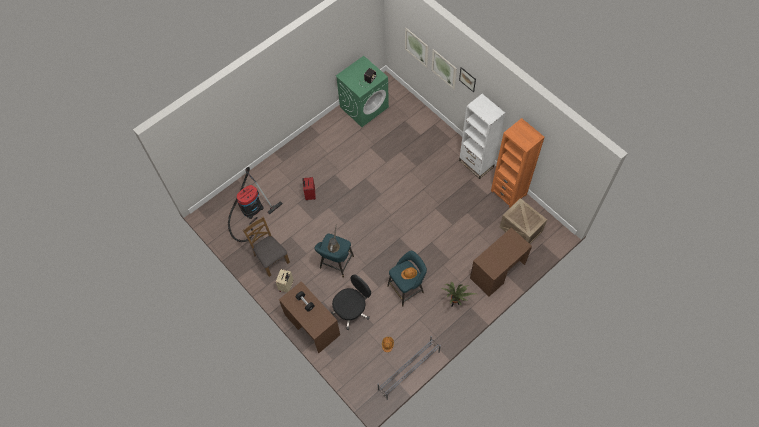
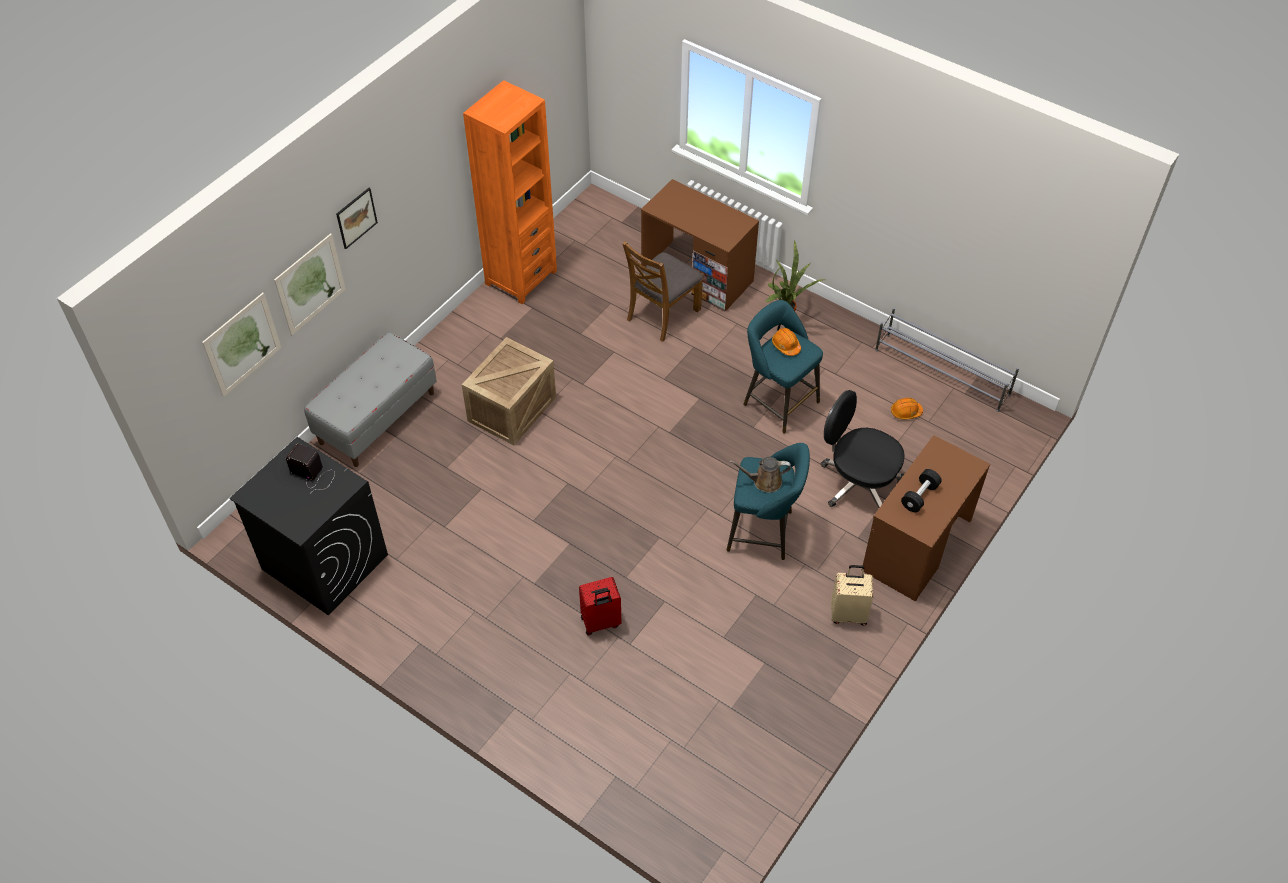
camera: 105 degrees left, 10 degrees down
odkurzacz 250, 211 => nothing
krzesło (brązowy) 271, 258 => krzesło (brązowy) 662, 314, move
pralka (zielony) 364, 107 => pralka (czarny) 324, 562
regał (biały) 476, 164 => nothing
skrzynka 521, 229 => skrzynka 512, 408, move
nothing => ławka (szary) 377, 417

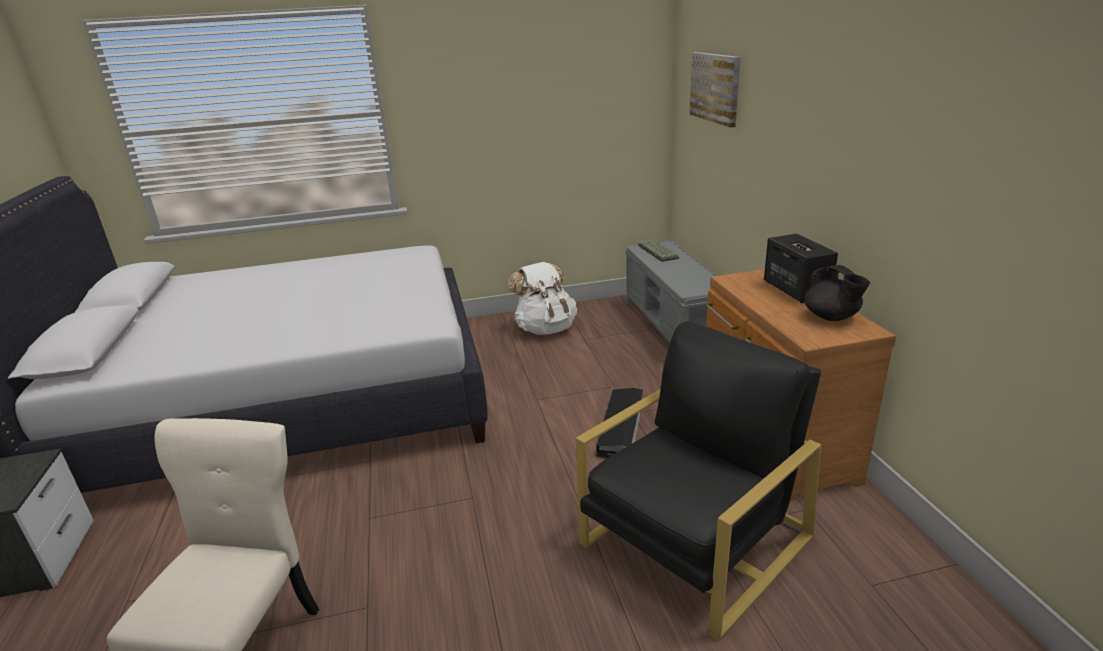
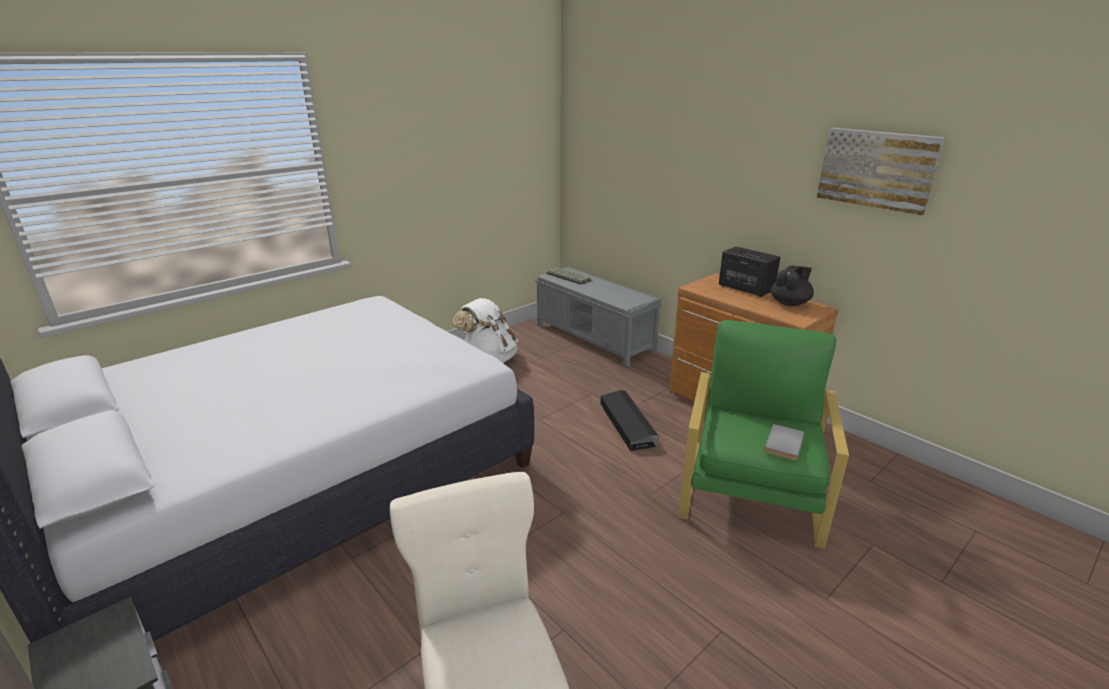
camera: 30 degrees left, 0 degrees up
fotel (czarny) 694, 541 => fotel (zielony) 751, 489
obraz 715, 88 => obraz 877, 169, move
imbryk (czarny) 831, 317 => imbryk (czarny) 790, 303, 75 degrees counterclockwise
nothing => książka (szary) 785, 444

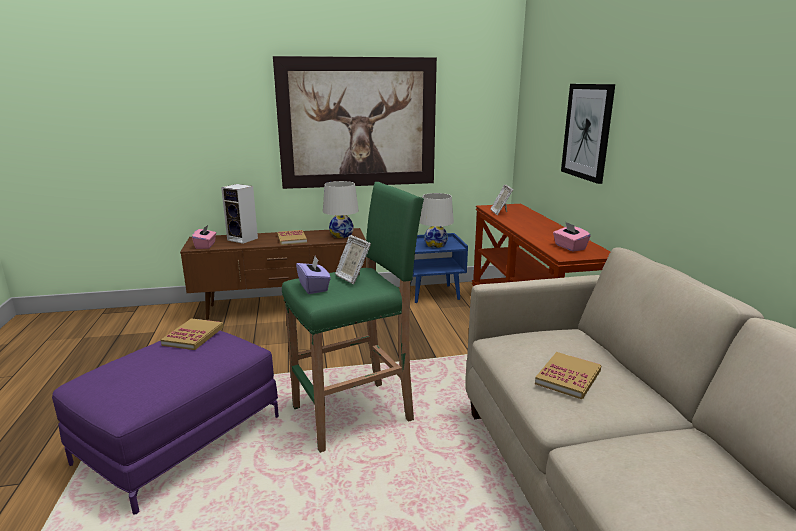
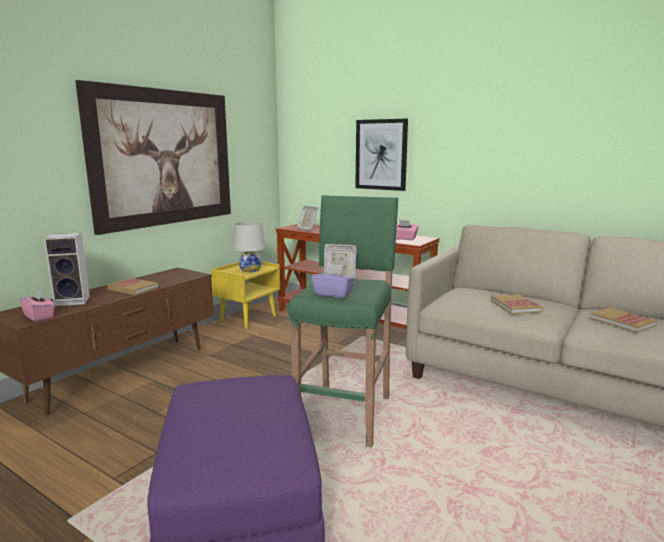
camera: 45 degrees left, 5 degrees down
książka 193, 336 => książka 622, 322, move
lampa stołowa (biały) 341, 235 => nothing
szafka nocna (niebieski) 433, 293 => szafka nocna (żółty) 248, 318

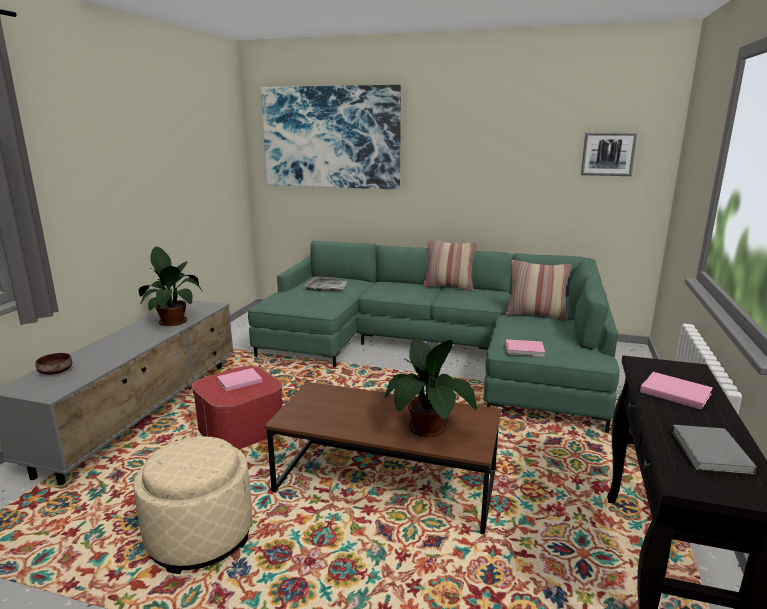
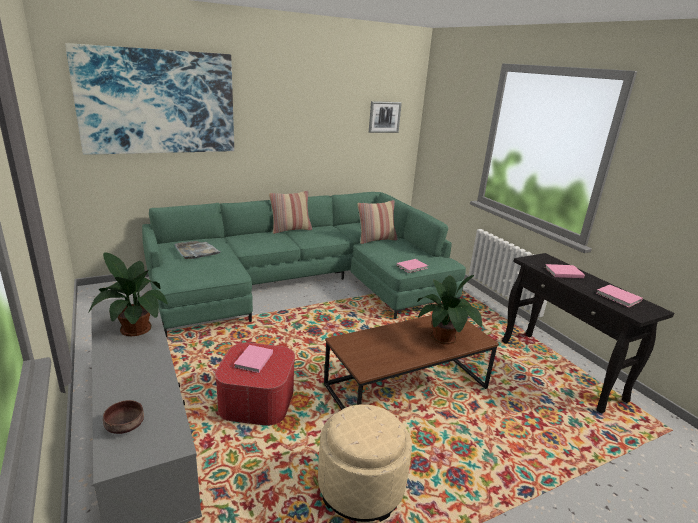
camera: 45 degrees left, 5 degrees up
książka (szary) 710, 453 => książka (różowy) 619, 298

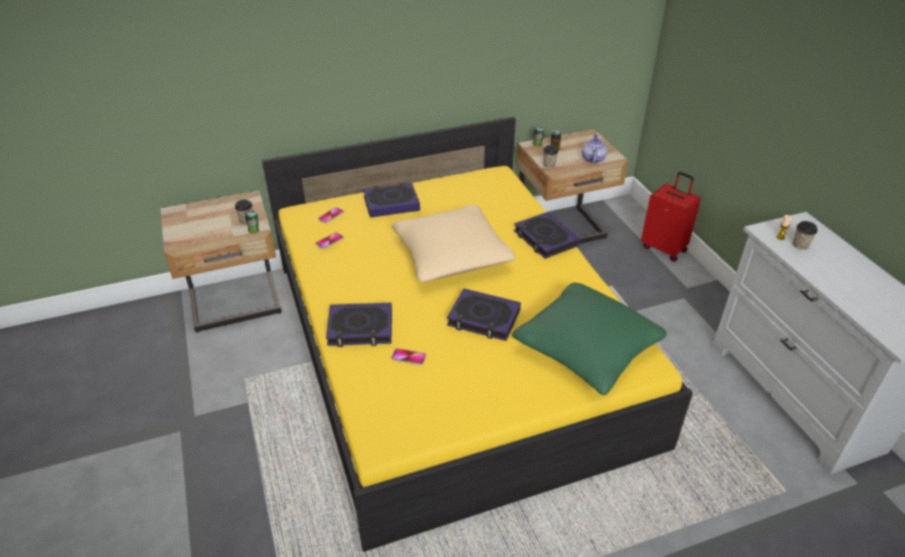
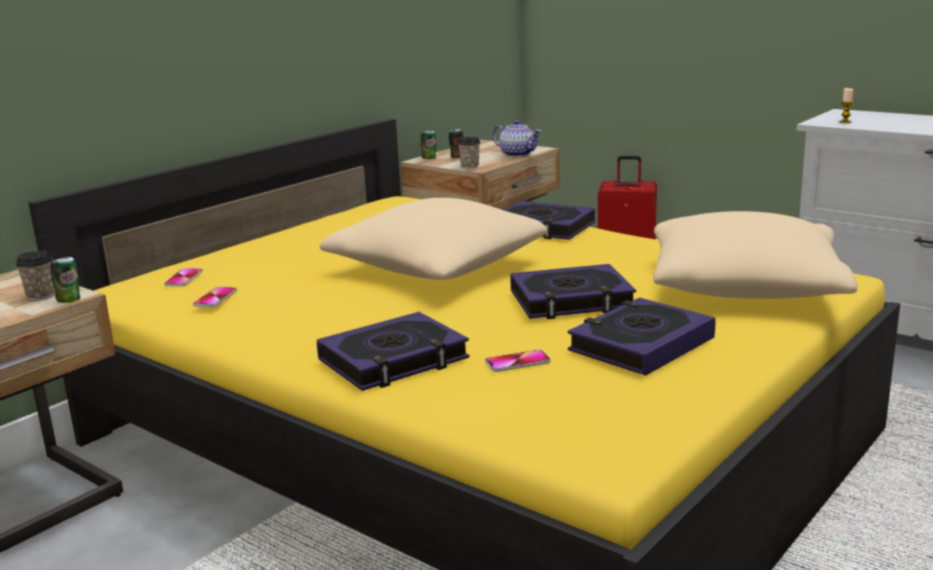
camera: 30 degrees left, 20 degrees down
książka 391, 203 => książka 641, 345, move
poduszka (zielony) 586, 349 => poduszka (beżowy) 744, 287
imbryk 592, 159 => imbryk 517, 154, 150 degrees clockwise
filiżanka 800, 245 => nothing

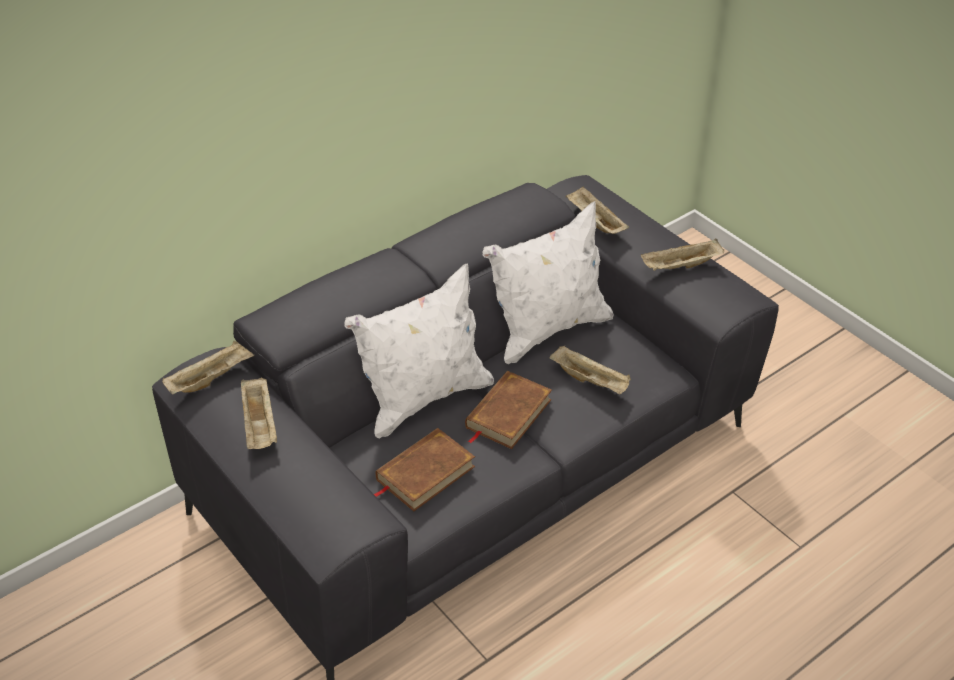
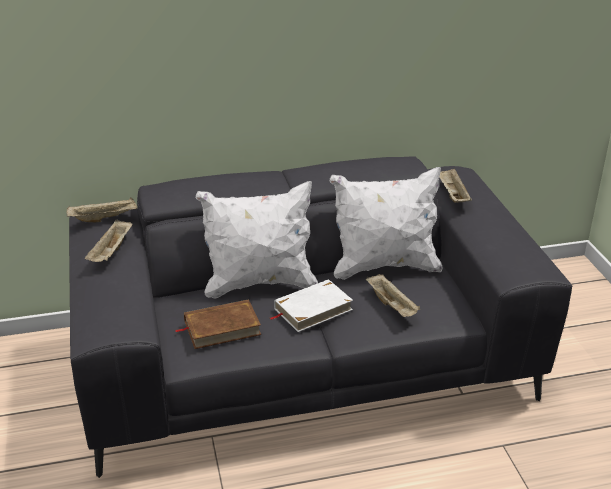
camera: 25 degrees right, 10 degrees down
książka (brązowy) 507, 414 => książka (biały) 312, 309
taca (beżowy) 680, 267 => nothing

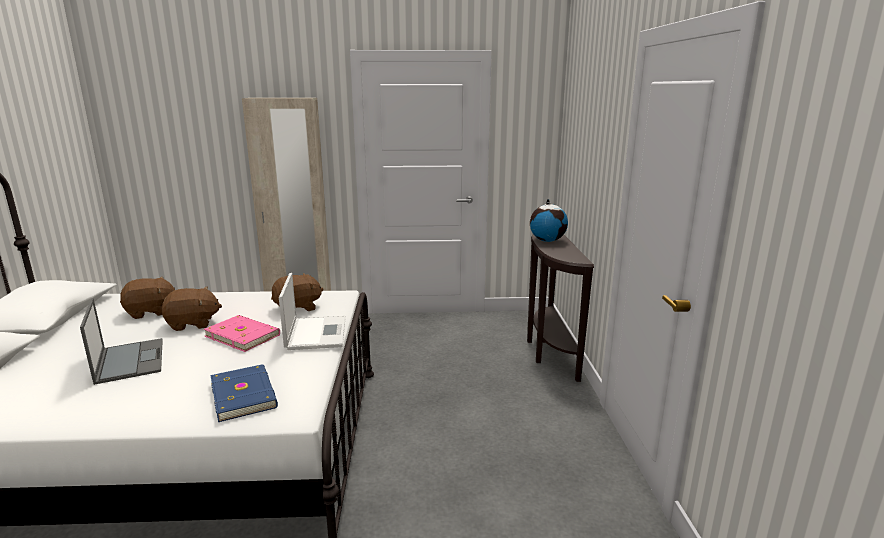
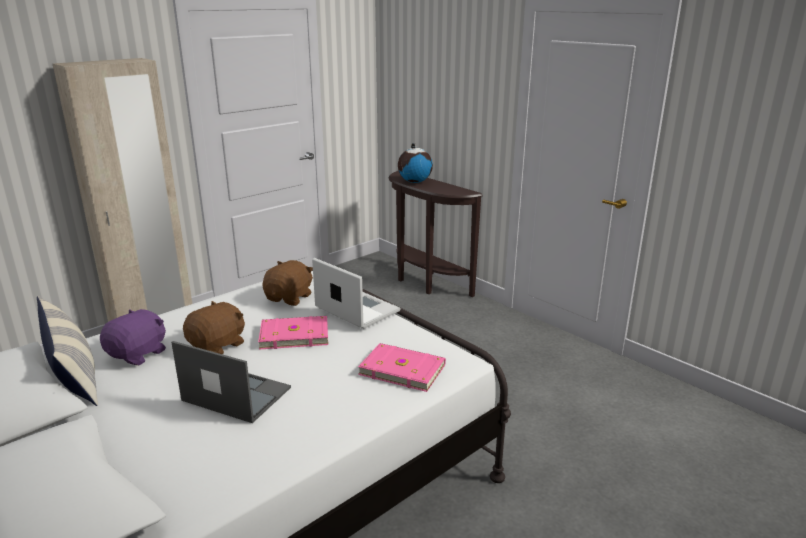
camera: 40 degrees left, 5 degrees up
pluszak (brązowy) 151, 312 => pluszak (fioletowy) 138, 354
książka (niebieski) 245, 394 => książka (różowy) 402, 369
nothing => poduszka 73, 373

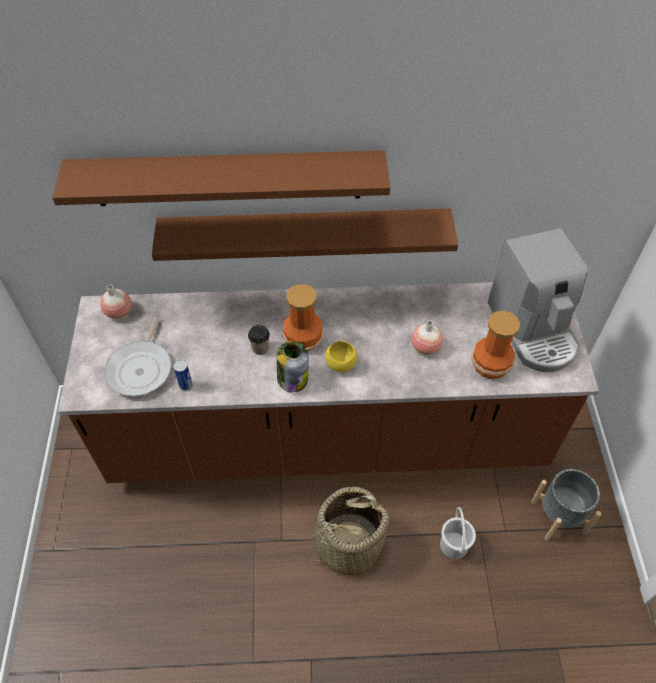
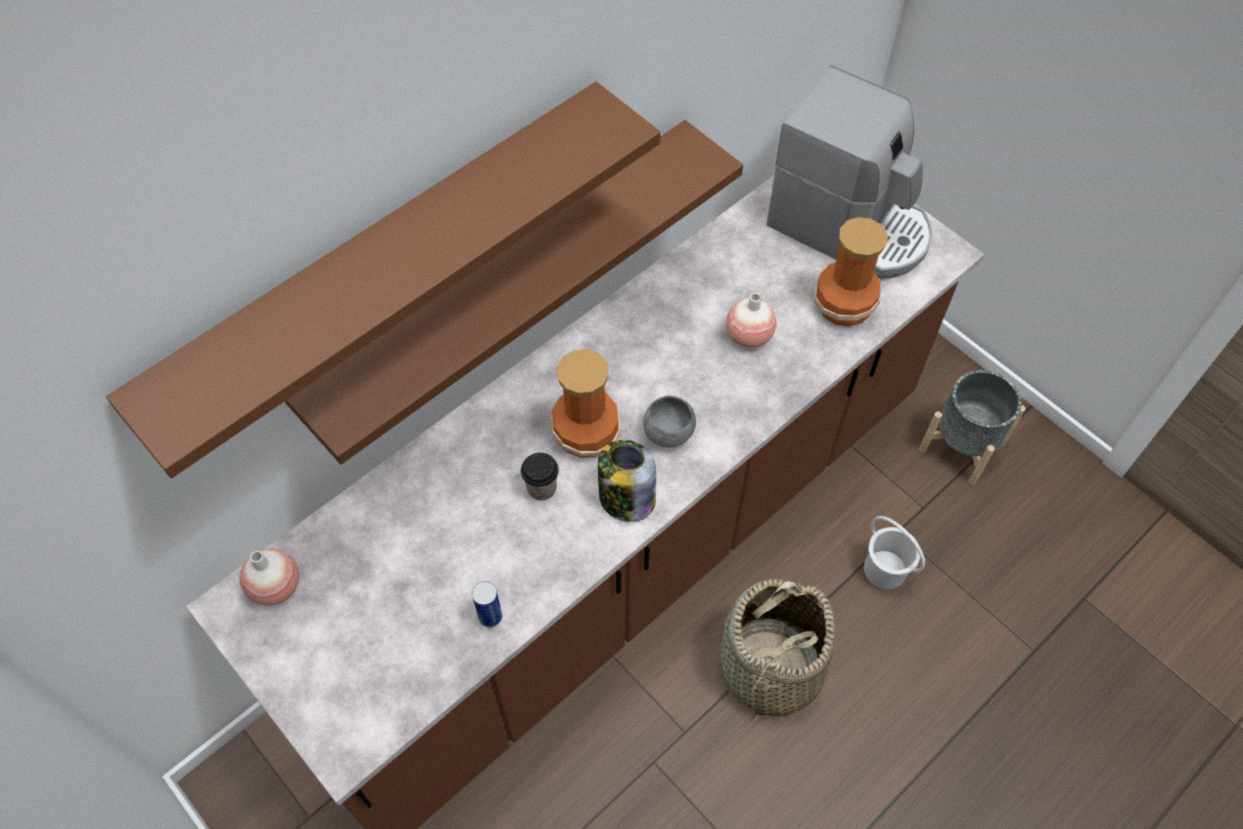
camera: 40 degrees left, 5 degrees up
patelnia 141, 368 => nothing
miska (żółty) 341, 364 => miska (szary) 669, 433

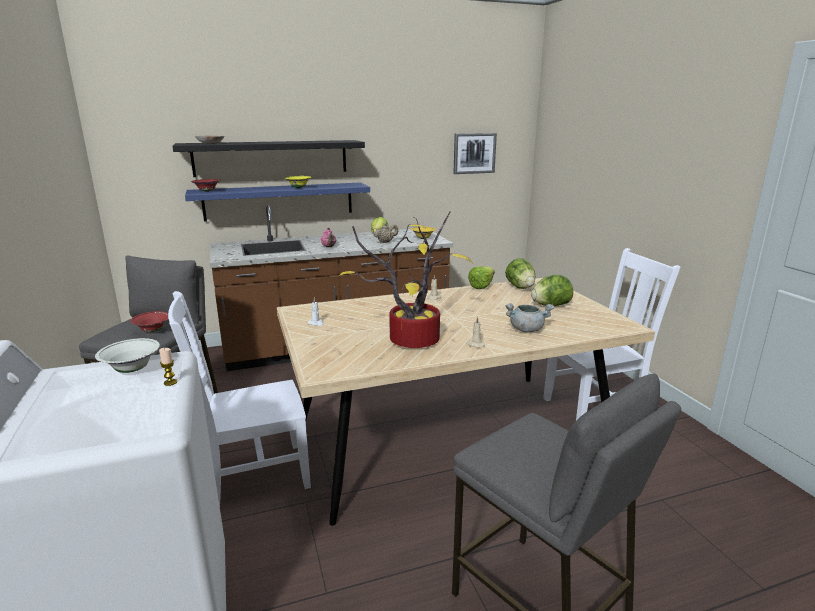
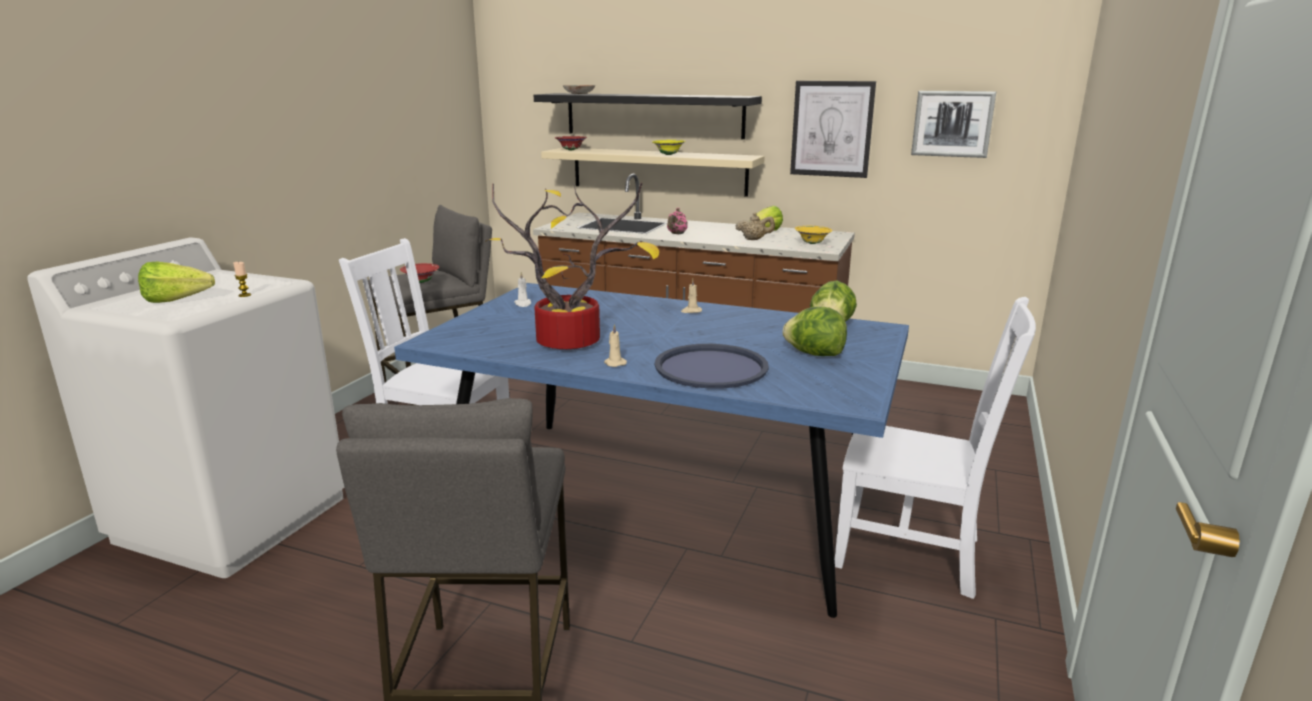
camera: 40 degrees right, 0 degrees up
miska (biały) 132, 370 => nothing
półka (niebieski) 279, 201 => półka (beżowy) 658, 171
stół jadalny (beżowy) 451, 436 => stół jadalny (niebieski) 663, 502
sałata 484, 286 => sałata 182, 301, move
garnek (szary) 527, 329 => taca (niebieski) 711, 367
nothing => obraz 832, 129

